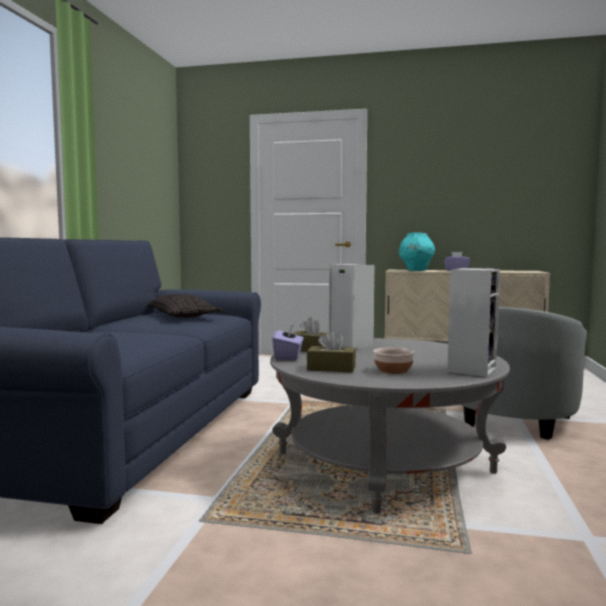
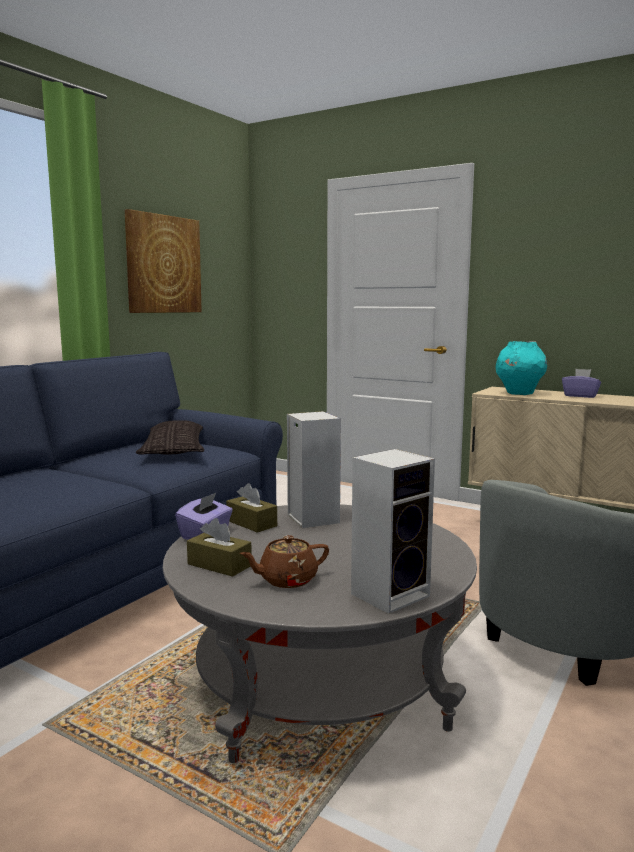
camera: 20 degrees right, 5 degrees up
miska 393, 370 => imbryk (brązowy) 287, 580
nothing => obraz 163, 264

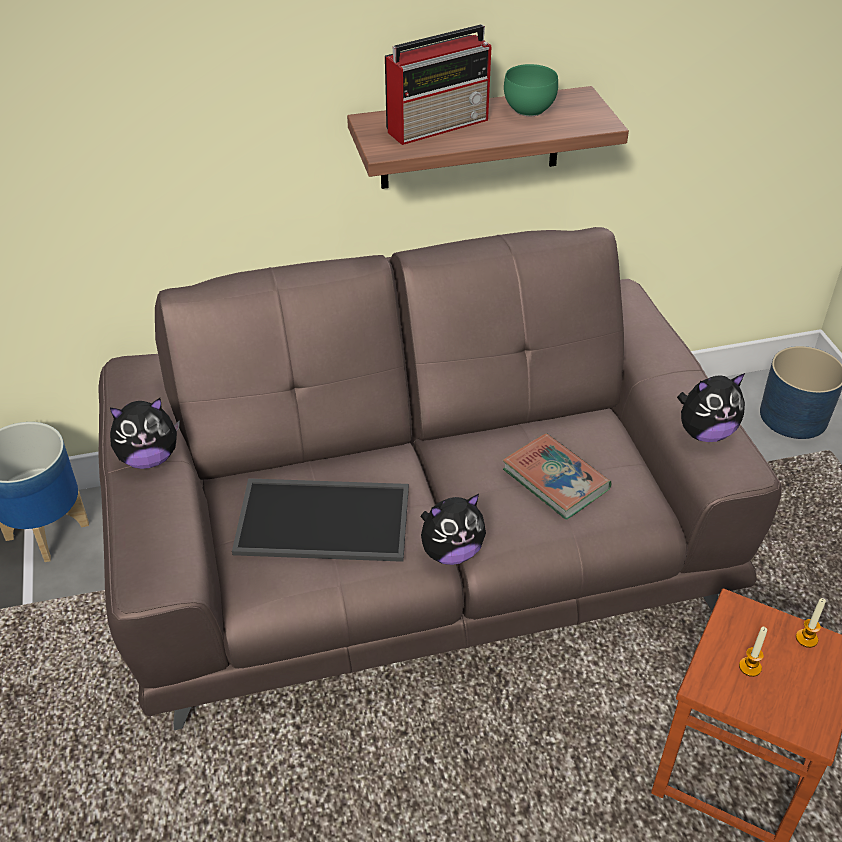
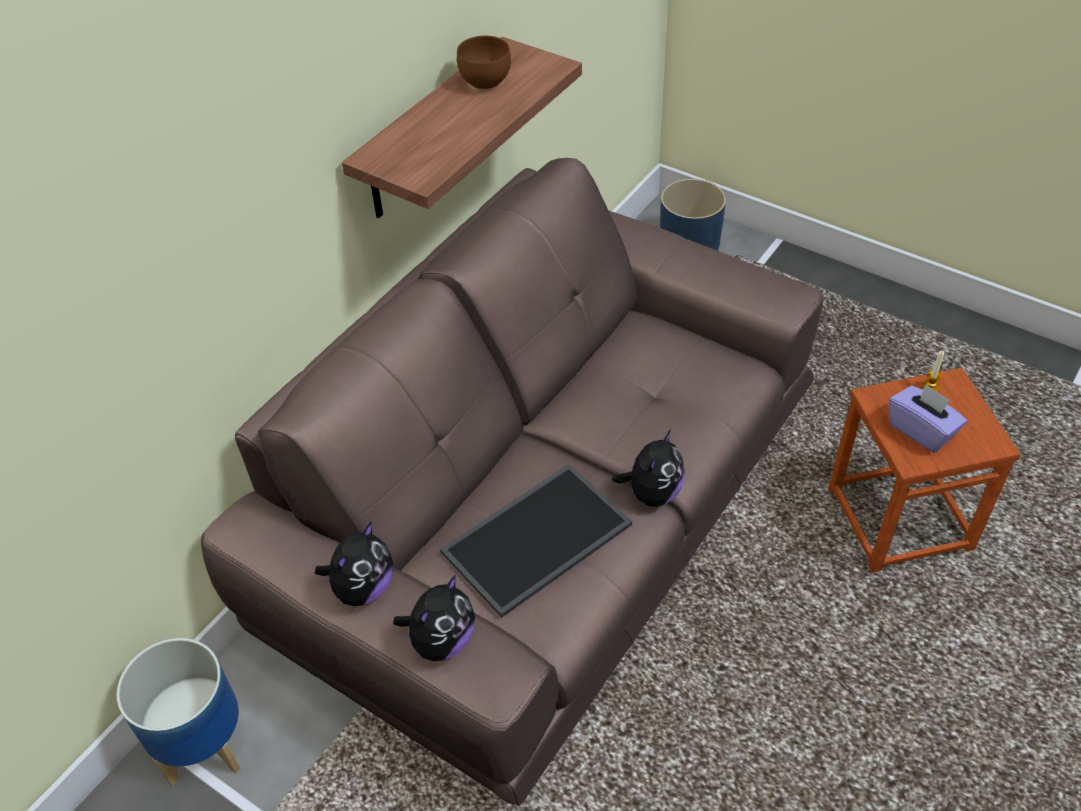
camera: 40 degrees left, 5 degrees up
radio 439, 125 => nothing
książka 555, 480 => nothing
miska (zielony) 527, 110 => miska (brązowy) 485, 83
pluszak 704, 432 => pluszak 441, 641, move
świeca 750, 667 => pudełko chusteczek (fioletowy) 921, 430

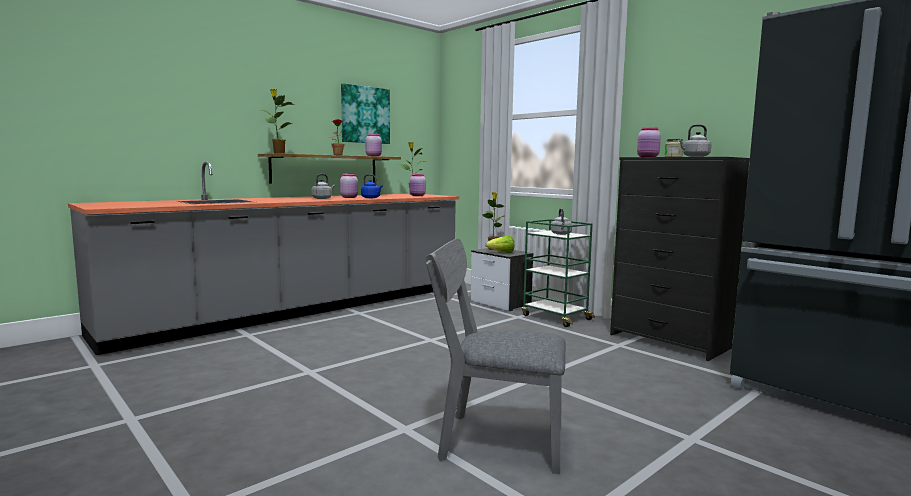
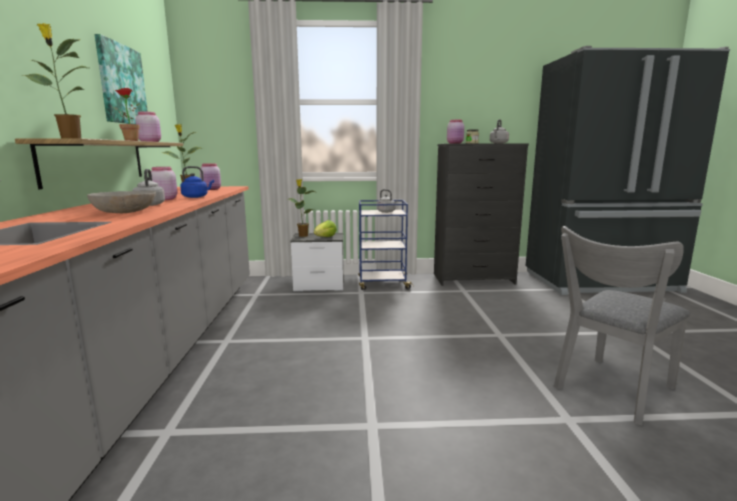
camera: 50 degrees left, 5 degrees up
wózek (zielony) 555, 317 => wózek (niebieski) 382, 284
nothing => miska (szary) 125, 212

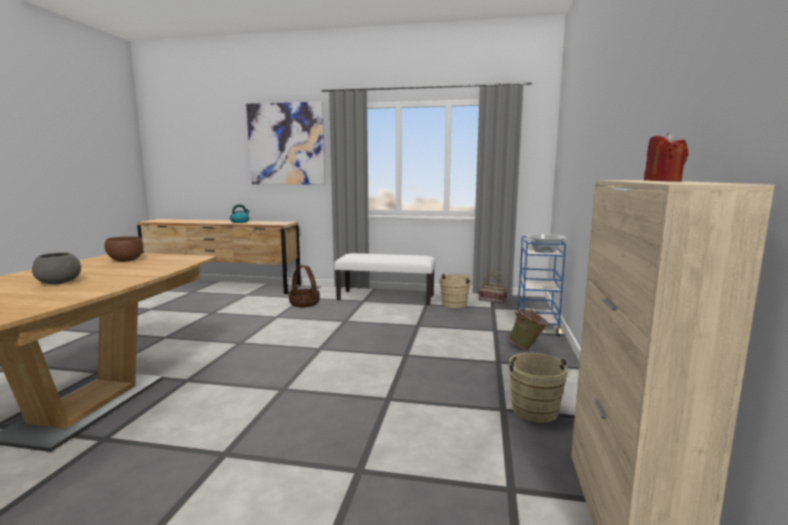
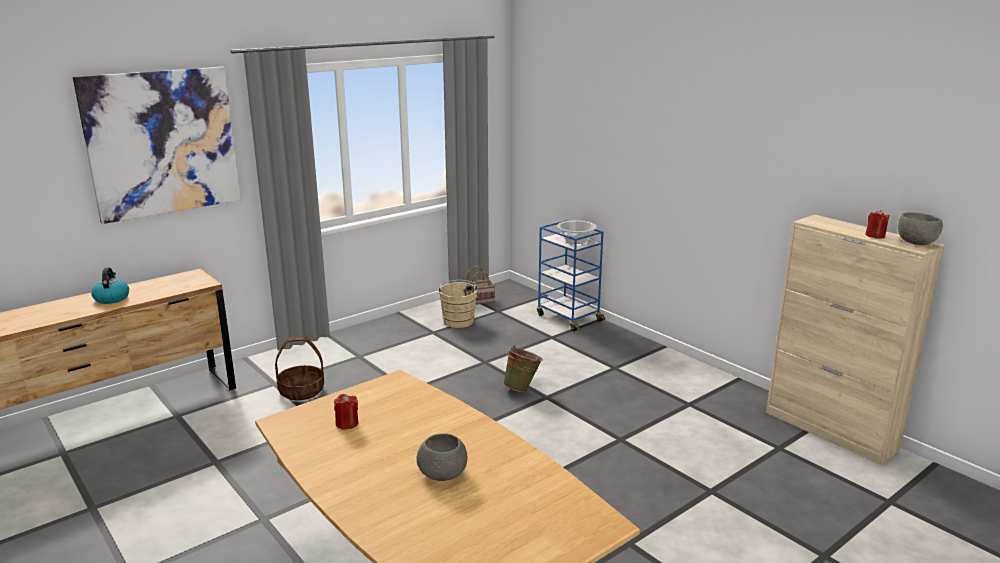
camera: 50 degrees left, 10 degrees up
miska (brązowy) 125, 261 => świeca (czerwony) 347, 423
ławka (biały) 386, 297 => nothing
wiadro (beżowy) 535, 413 => nothing
wiadro (zielony) 528, 347 => wiadro (zielony) 522, 388, move
nothing => miska (szary) 916, 243

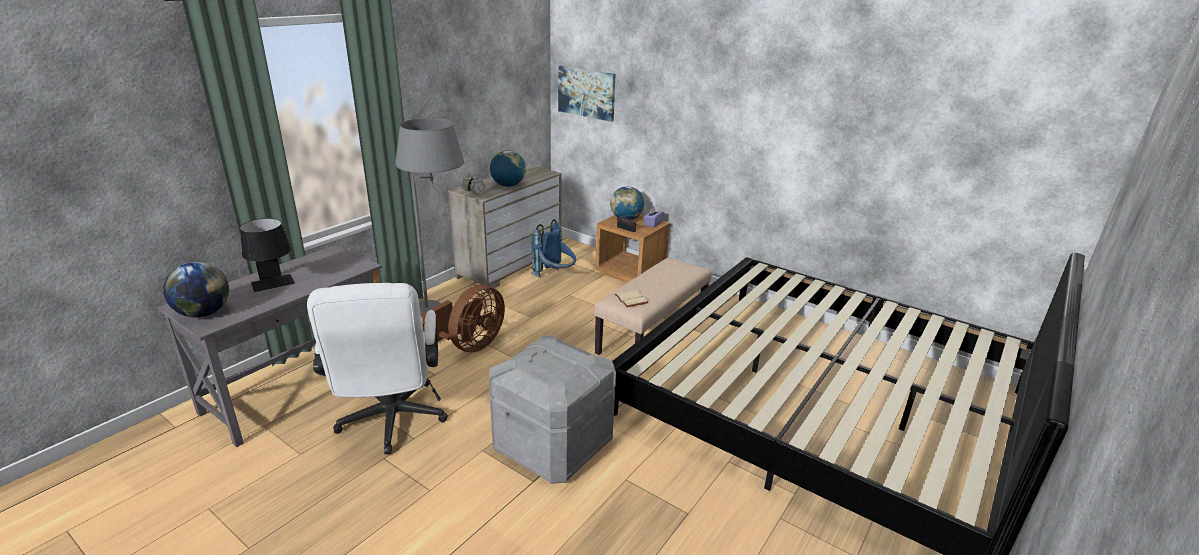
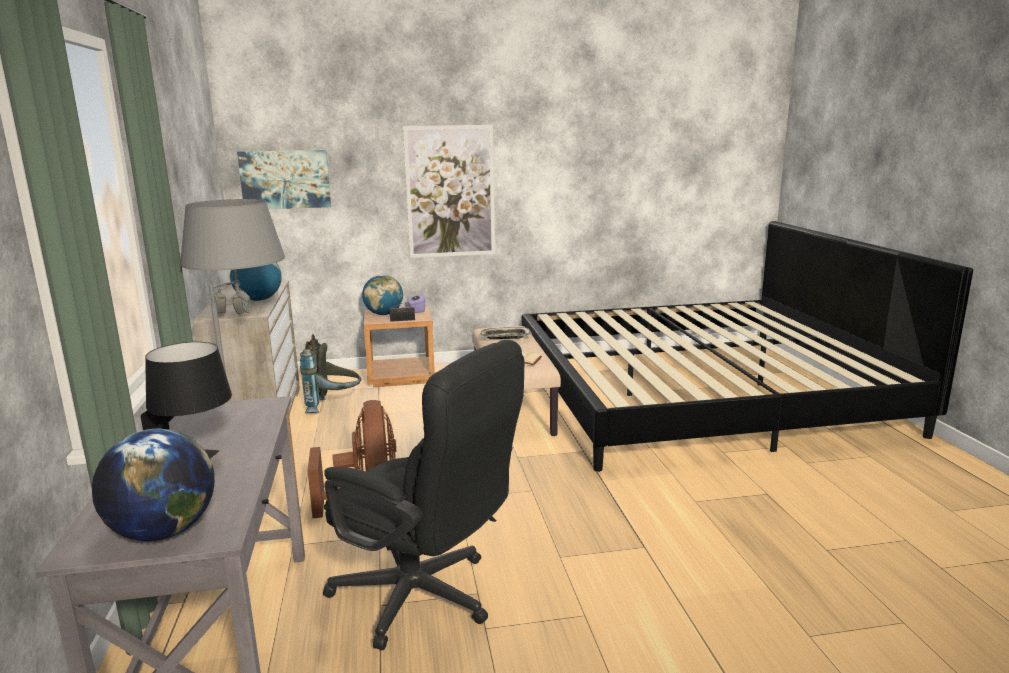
camera: 45 degrees left, 10 degrees down
krzesło biurowe (biały) 391, 423 => krzesło biurowe (czarny) 426, 599
pojemnik do przechowywania (szary) 552, 445 => nothing
plecak (niebieski) 555, 277 => plecak (szary) 333, 406
nothing => obraz 450, 192
nothing => taca 505, 337

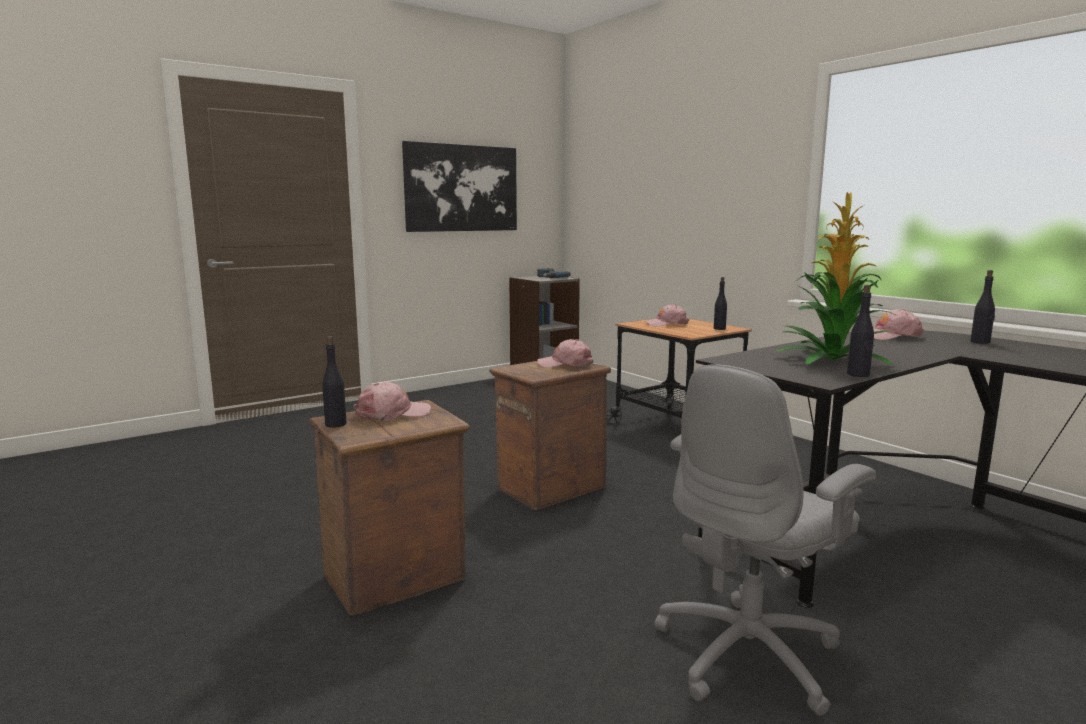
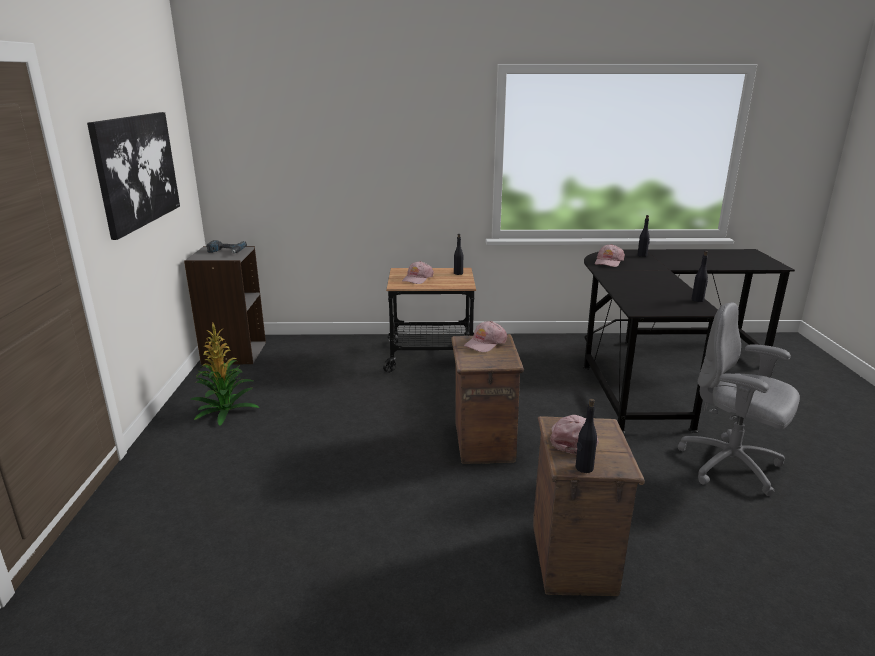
camera: 55 degrees left, 10 degrees up
krzesło biurowe (szary) 750, 654 => krzesło biurowe (szary) 731, 466, 135 degrees clockwise
roślina doniczkowa 831, 359 => roślina doniczkowa 224, 410, move

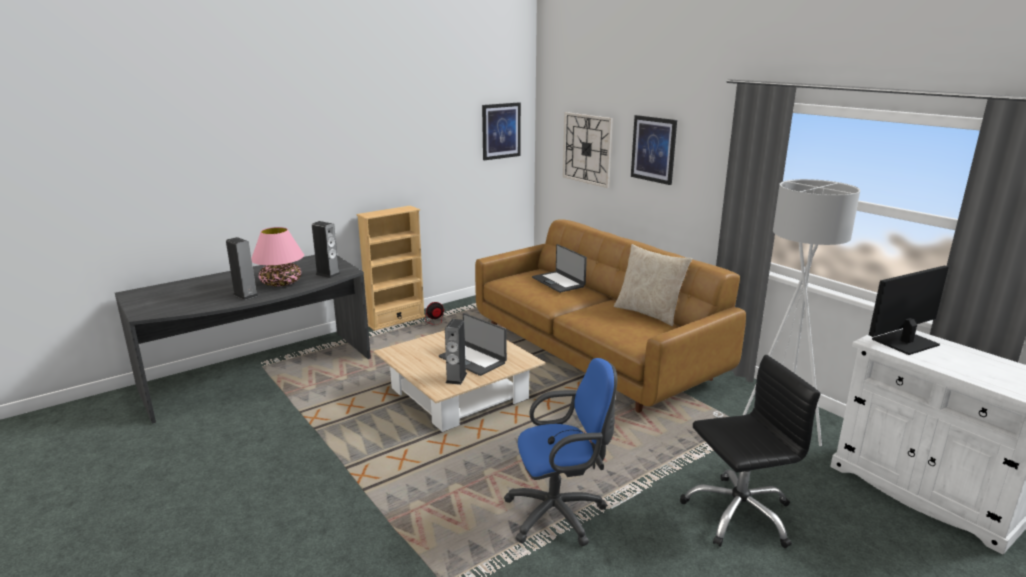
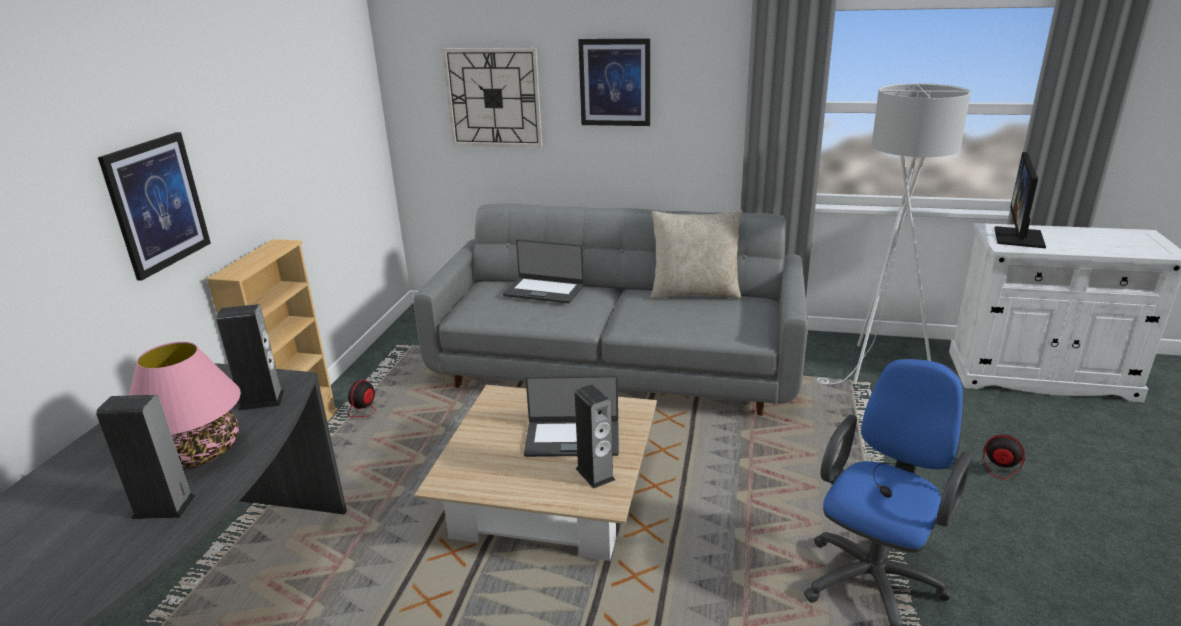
camera: 40 degrees left, 5 degrees up
kanapa (brązowy) 595, 352 => kanapa (szary) 617, 365
obraz 501, 131 => obraz 157, 204, move
krzesło biurowe (czarny) 738, 513 => wentylator 983, 474

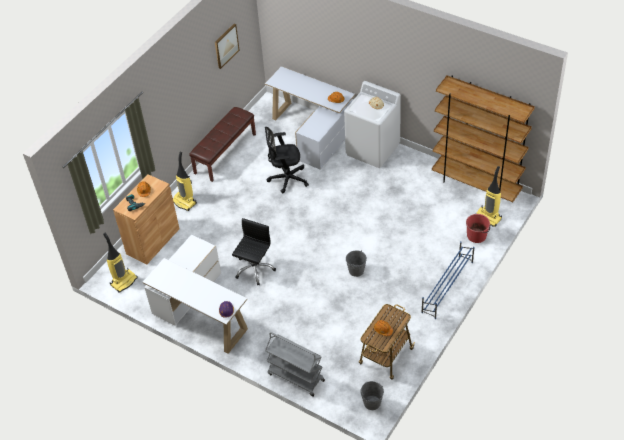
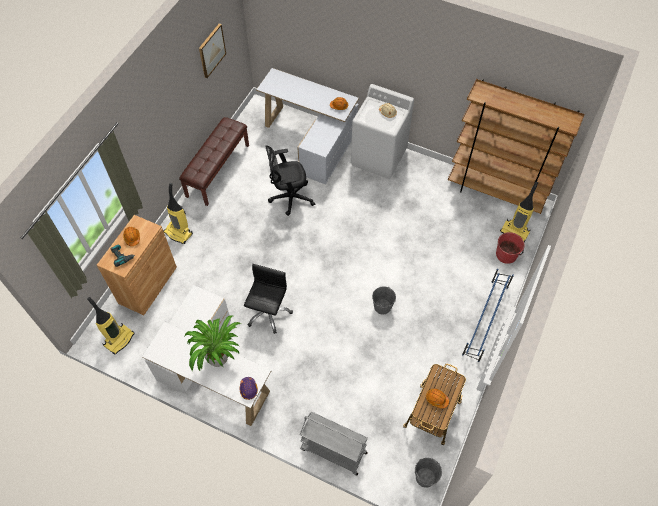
camera: 10 degrees left, 10 degrees up
nothing => roślina doniczkowa 218, 357

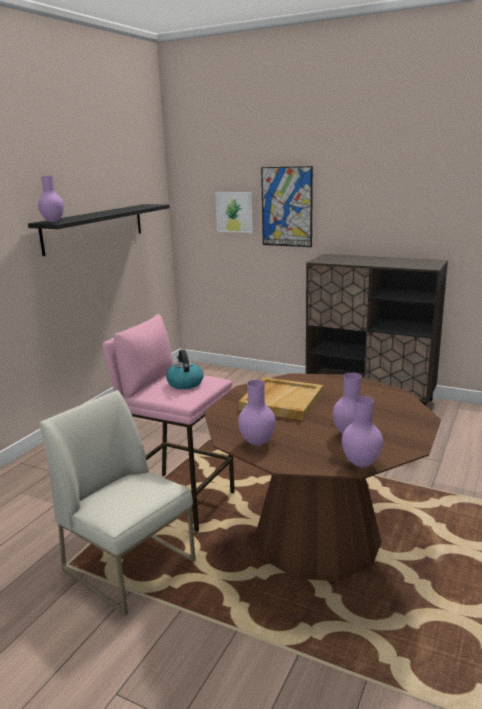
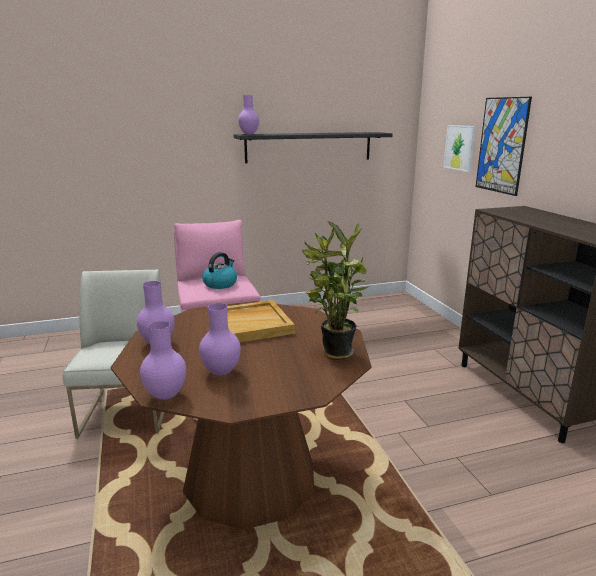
camera: 45 degrees right, 0 degrees up
nothing => roślina doniczkowa 334, 354

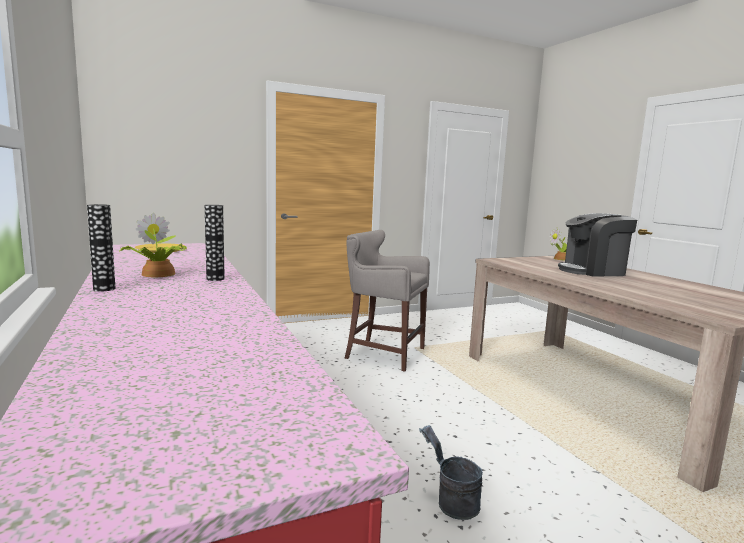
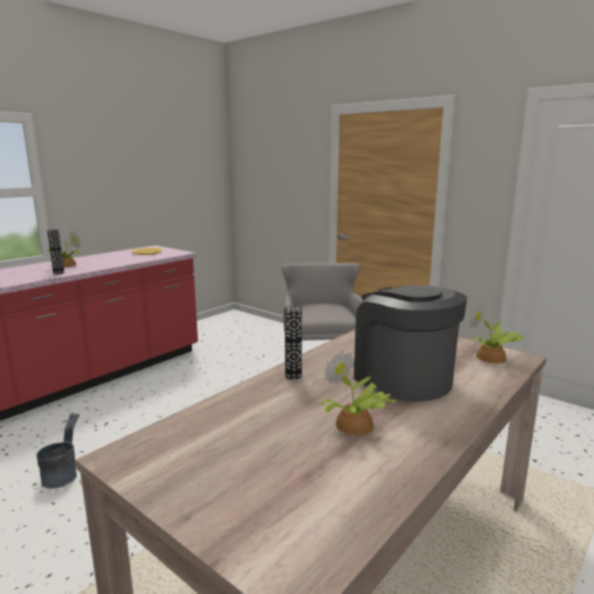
camera: 65 degrees right, 5 degrees up
wazon 104, 289 => wazon 293, 375, move
nothing => roślina doniczkowa 354, 426

